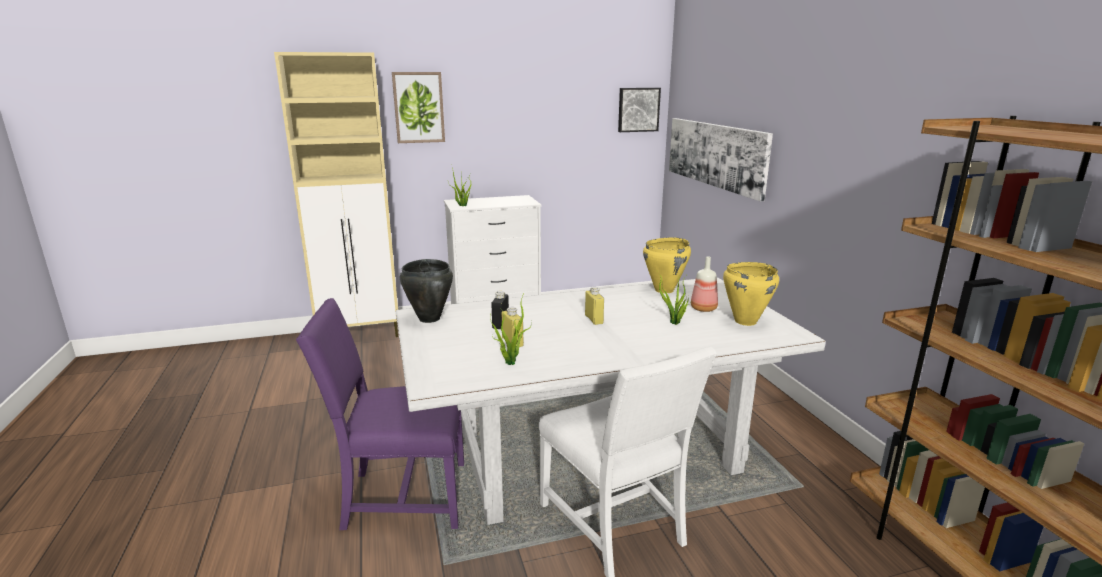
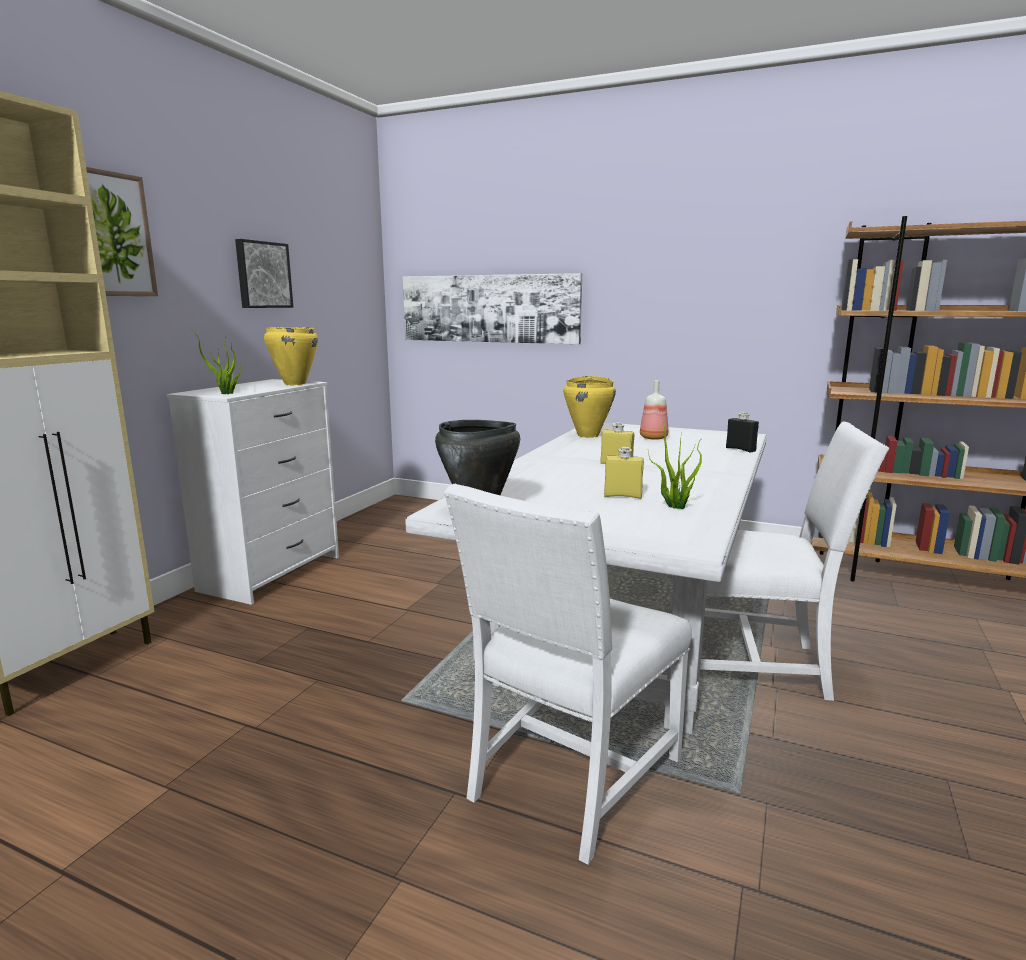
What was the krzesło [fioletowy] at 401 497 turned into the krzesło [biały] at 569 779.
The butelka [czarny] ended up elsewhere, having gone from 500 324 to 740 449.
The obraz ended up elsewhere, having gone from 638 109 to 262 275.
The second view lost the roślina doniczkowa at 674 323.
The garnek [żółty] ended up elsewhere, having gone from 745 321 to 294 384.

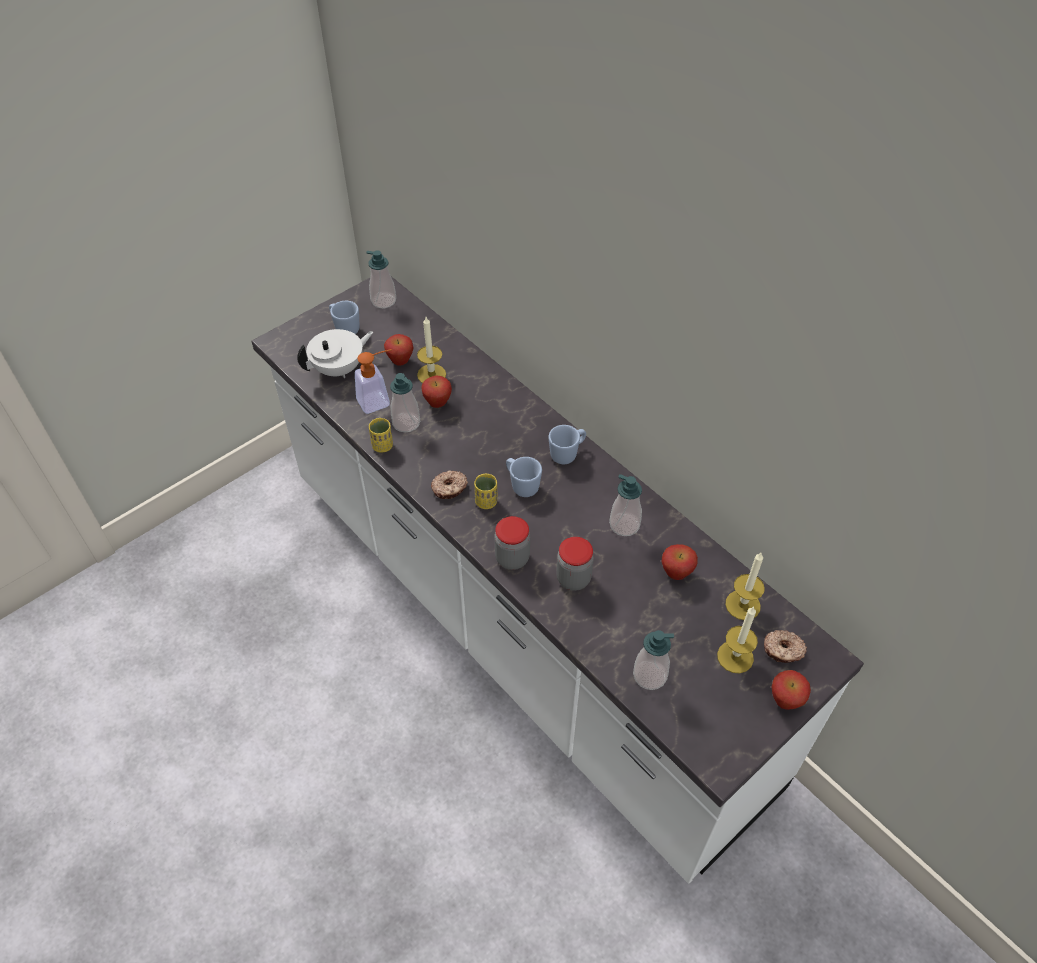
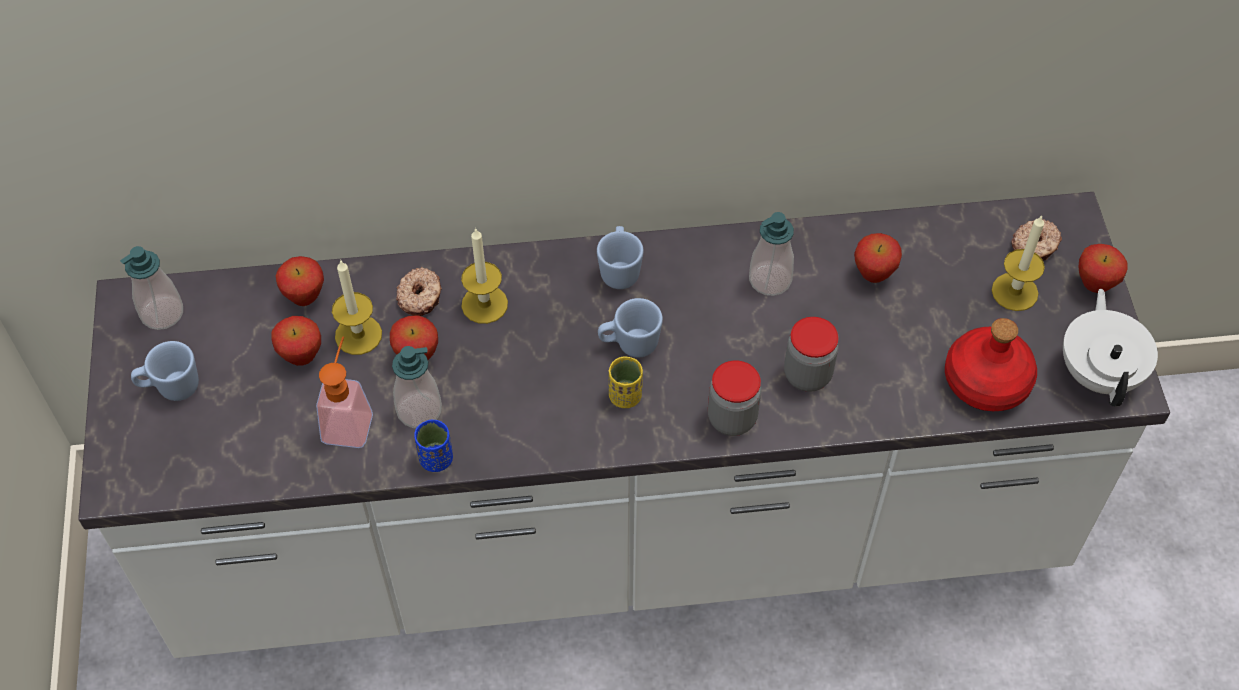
The imbryk [biały] ended up elsewhere, having gone from 339 369 to 1099 372.
What was the filiżanka [żółty] at 382 446 turned into the filiżanka [niebieski] at 436 459.
The donut ended up elsewhere, having gone from 449 488 to 420 297.
Where the dozownik mydła stood at 649 675, the butelka [czerwony] came to stand at 985 382.
The świeca ended up elsewhere, having gone from 742 605 to 484 304.
The second view gained the jabłko at 305 298.

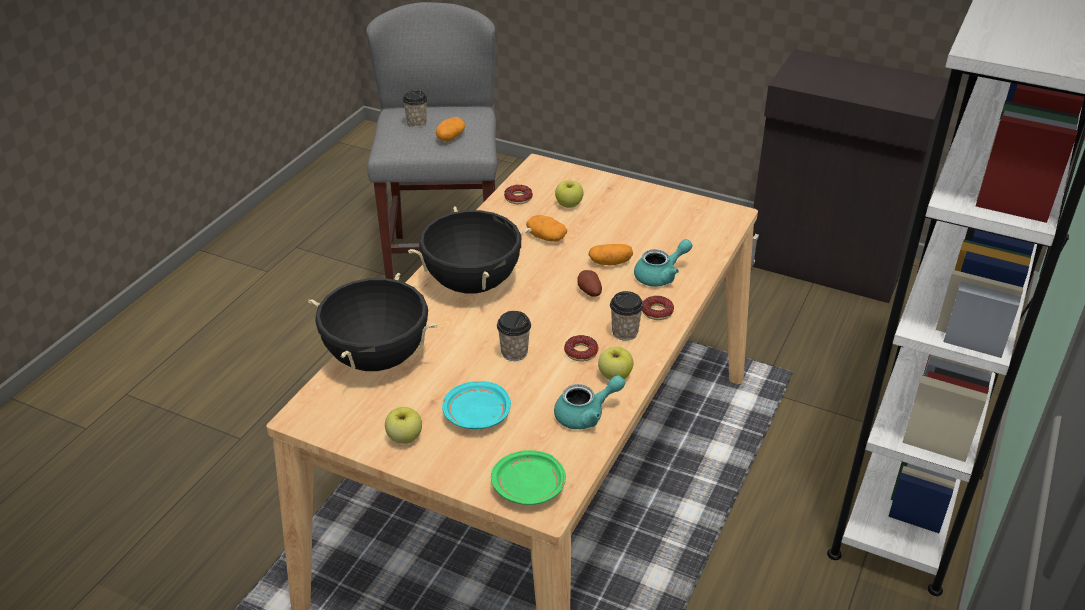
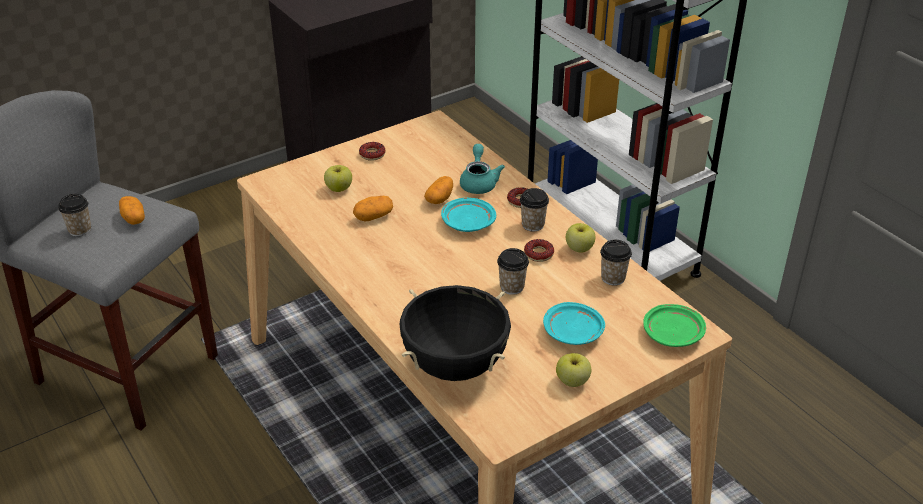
The second view lost the garnek [czarny] at 472 283.
The donut ended up elsewhere, having gone from 518 198 to 372 154.
Where the imbryk [turkusowy] stood at 586 415, the filiżanka came to stand at 613 278.
Where the ziemniak stood at 588 292, the talerz [turkusowy] came to stand at 467 223.

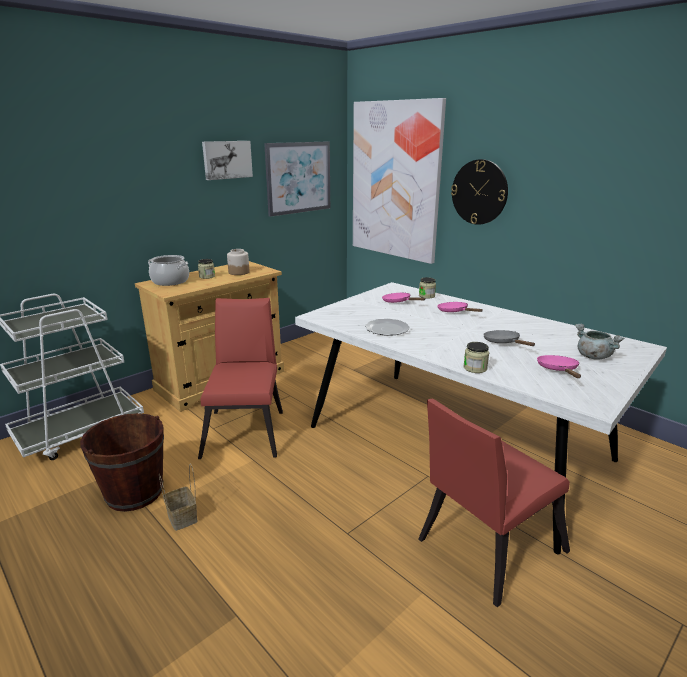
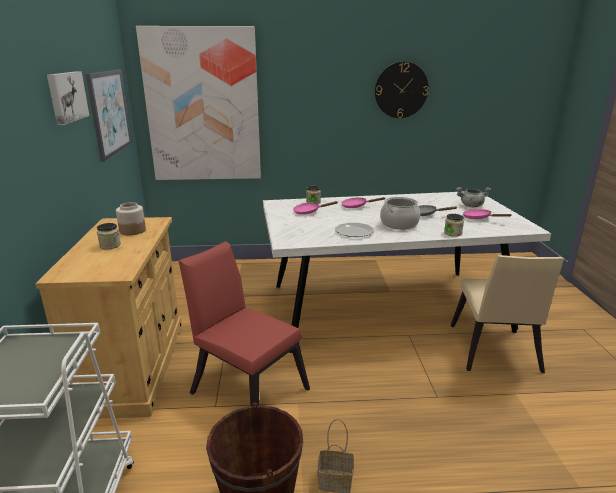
The garnek ended up elsewhere, having gone from 170 281 to 399 224.
What was the krzesło [czerwony] at 484 548 turned into the krzesło [beżowy] at 493 352.
The zegar ścienny ended up elsewhere, having gone from 479 192 to 401 90.

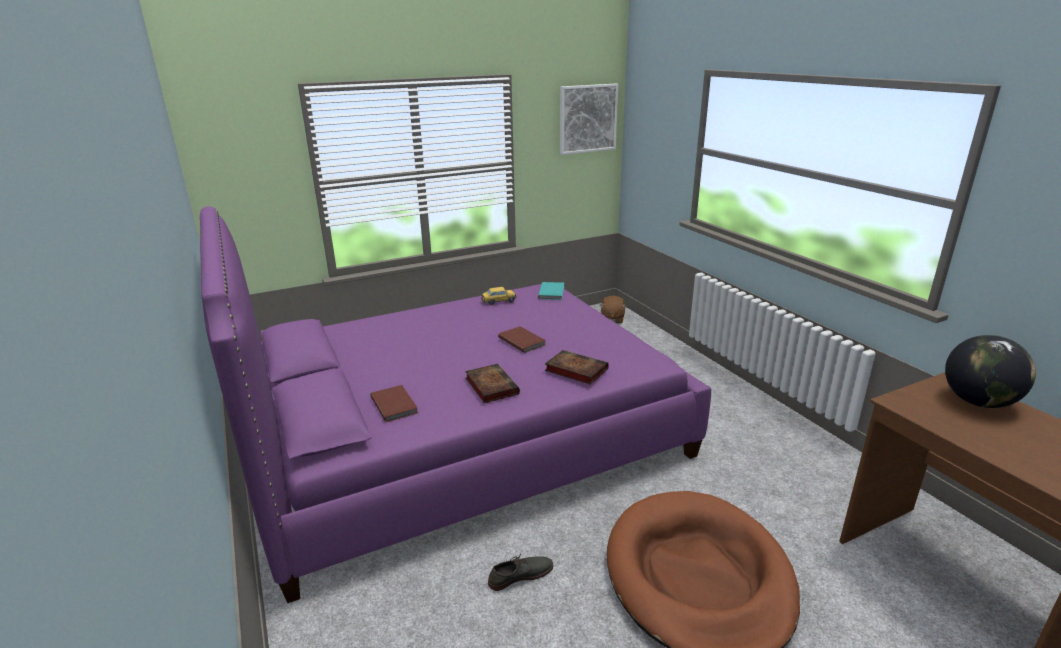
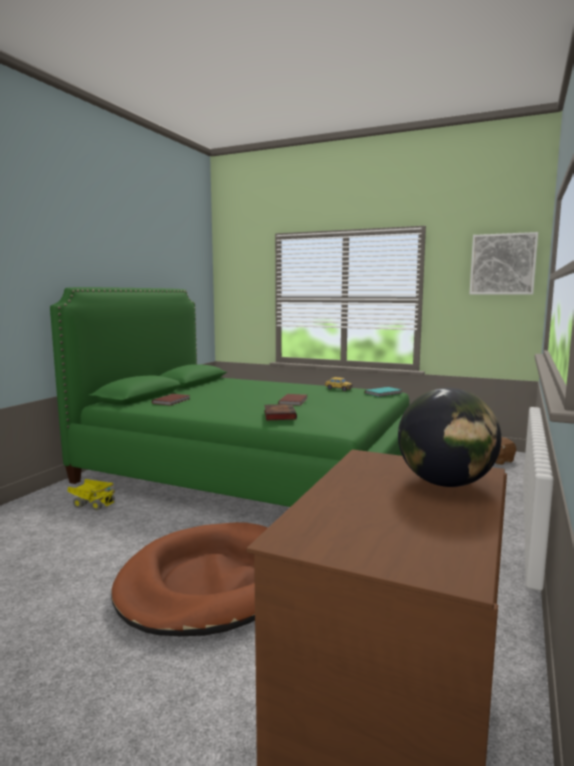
What was the łóżko [fioletowy] at 463 438 turned into the łóżko [zielony] at 253 470.
The second view lost the książka at 490 386.
The second view lost the but [szary] at 520 575.
The second view gained the ciężarówka zabawkowa at 93 504.

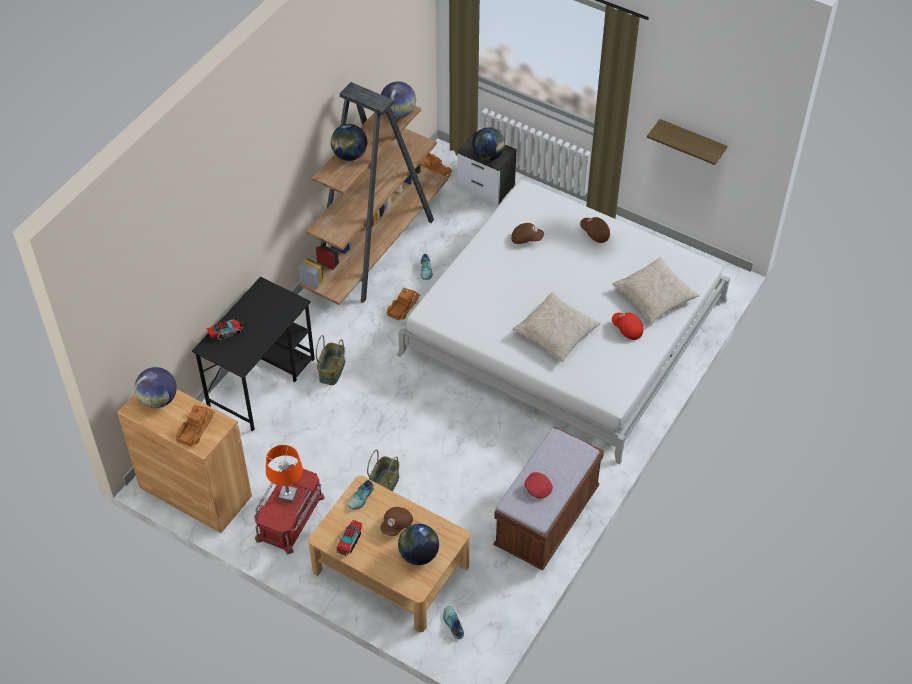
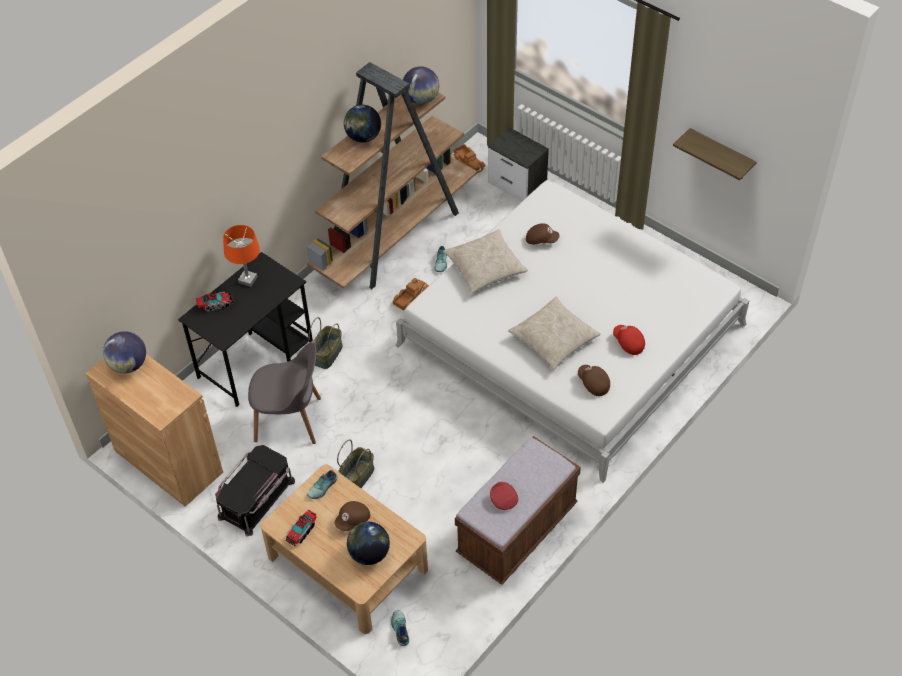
The second view lost the ciężarówka zabawkowa at 194 428.
What was the pojemnik do przechowywania [czerwony] at 291 518 turned into the pojemnik do przechowywania [czarny] at 257 499.
The lampa stołowa [pomarańczowy] ended up elsewhere, having gone from 288 495 to 248 280.
The second view lost the globus at 488 156.
The czapka z daszkiem [brązowy] ended up elsewhere, having gone from 594 233 to 593 384.
The poduszka [beżowy] ended up elsewhere, having gone from 654 296 to 485 267.
The second view gained the krzesło [szary] at 290 420.

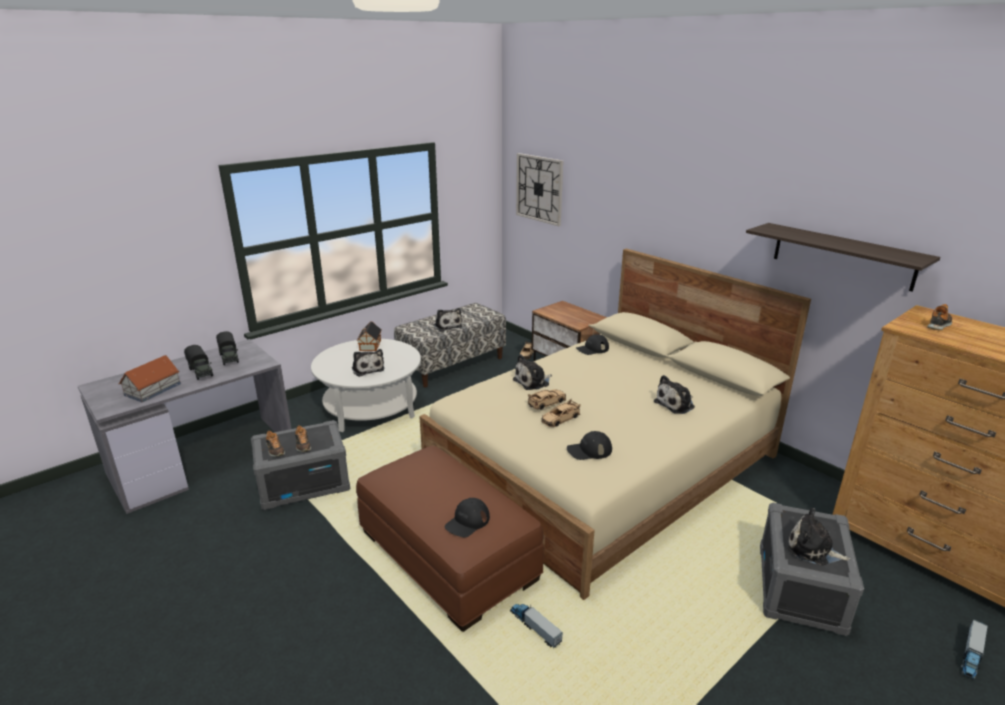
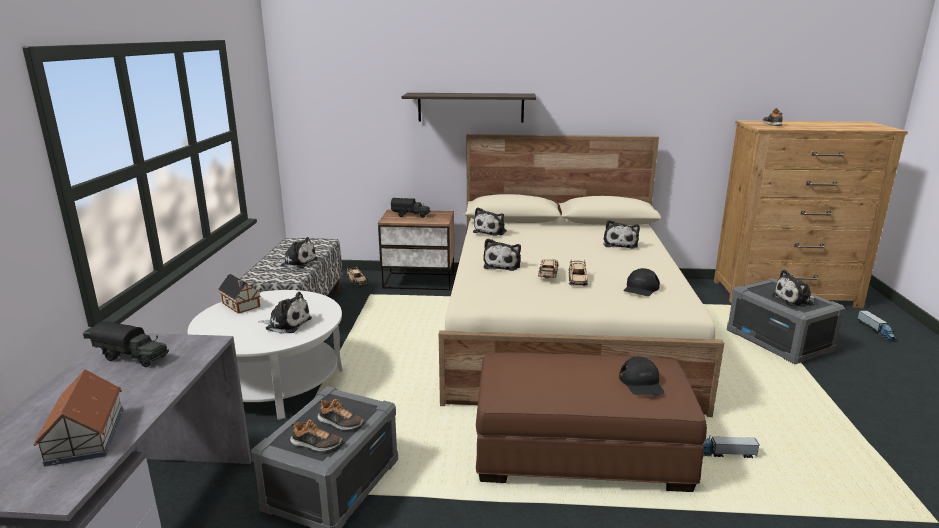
The ciężarówka zabawkowa ended up elsewhere, having gone from 201 371 to 411 215.
The second view lost the zegar ścienny at 539 189.
Where the czapka z daszkiem [czarny] stood at 592 349, the pluszak came to stand at 491 231.
The półka ended up elsewhere, having gone from 842 256 to 470 107.

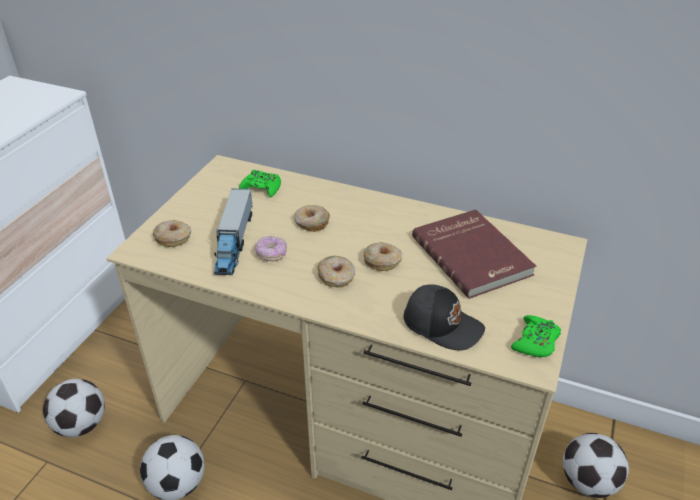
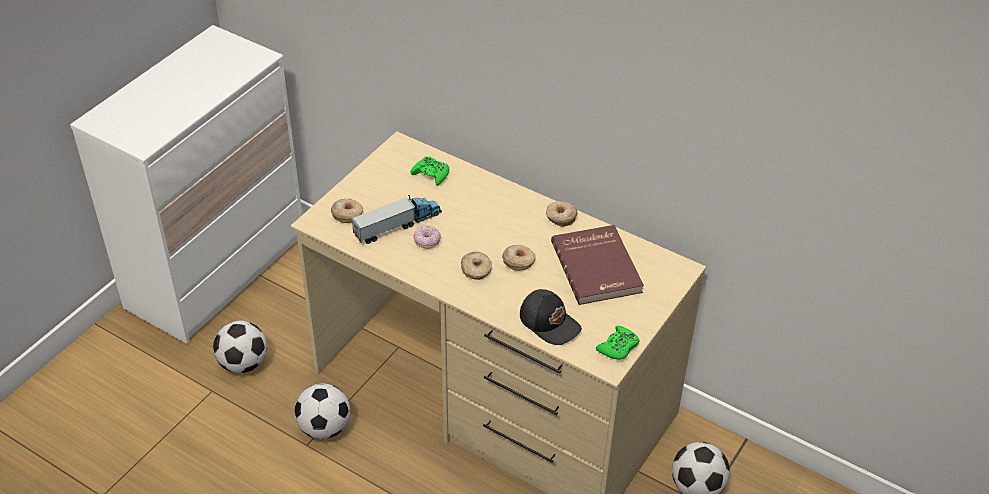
The ciężarówka zabawkowa at 234 242 ended up facing another way, 135 degrees counterclockwise from before.
The donut ended up elsewhere, having gone from 311 223 to 560 217.

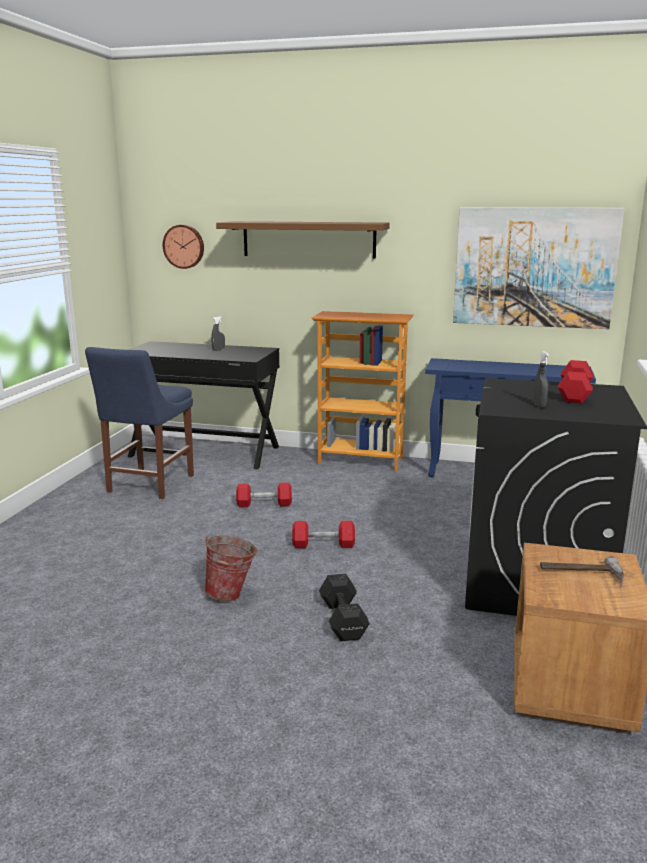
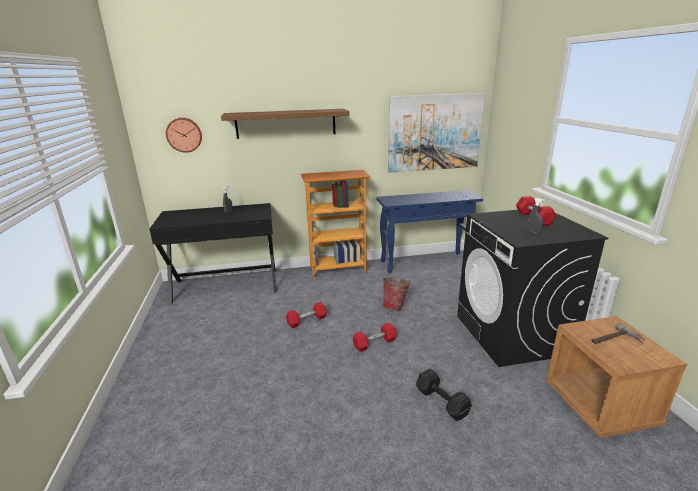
The second view lost the krzesło [niebieski] at 148 485.
The wiadro ended up elsewhere, having gone from 232 594 to 396 306.

